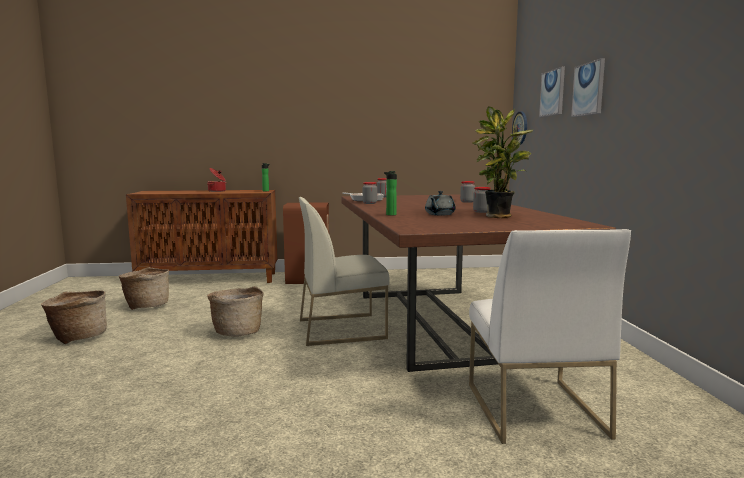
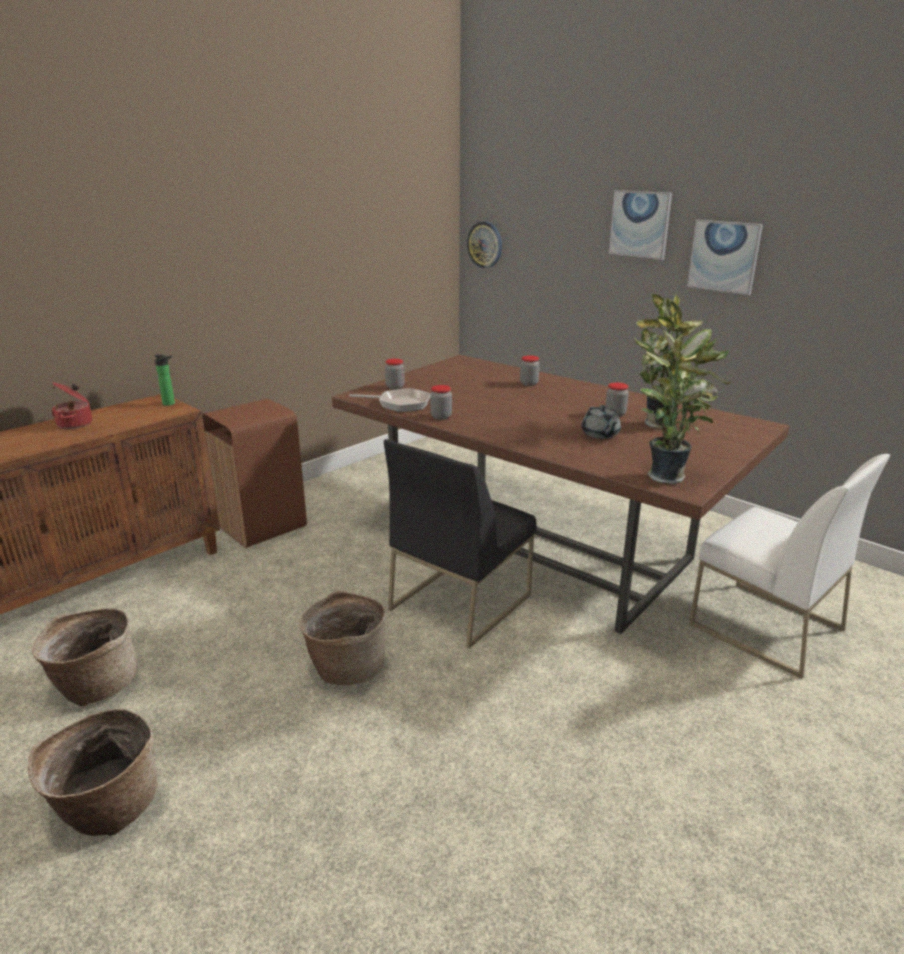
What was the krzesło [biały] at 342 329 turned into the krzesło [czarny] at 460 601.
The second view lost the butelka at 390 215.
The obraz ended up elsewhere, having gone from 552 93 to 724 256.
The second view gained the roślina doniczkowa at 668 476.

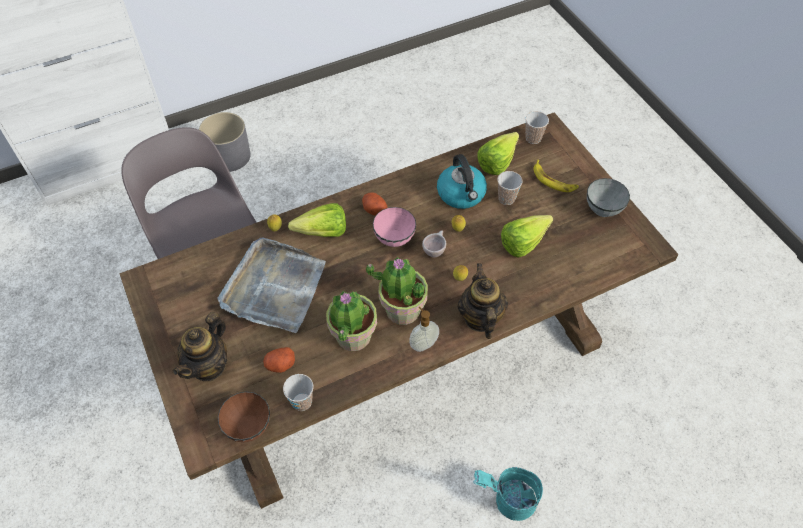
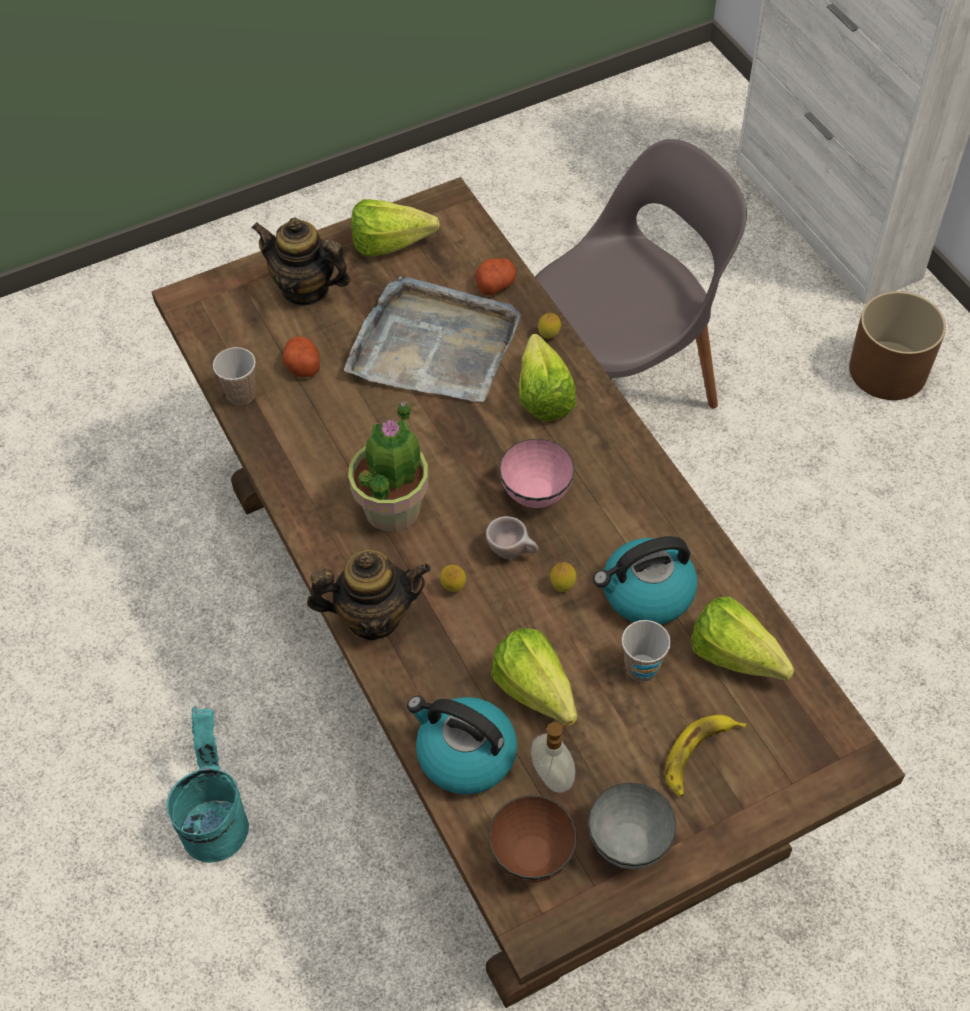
What was the donica [szary] at 229 156 turned into the donica [brązowy] at 888 371.
The miska [brązowy] ended up elsewhere, having gone from 248 426 to 532 854.
The second view lost the roślina doniczkowa at 353 336.
The ziemniak ended up elsewhere, having gone from 374 209 to 495 284.
The dozownik mydła ended up elsewhere, having gone from 423 344 to 553 775.
The second view lost the filiżanka at 533 138.
The second view gained the sałata at 397 245.
The second view gained the czajnik at 464 755.

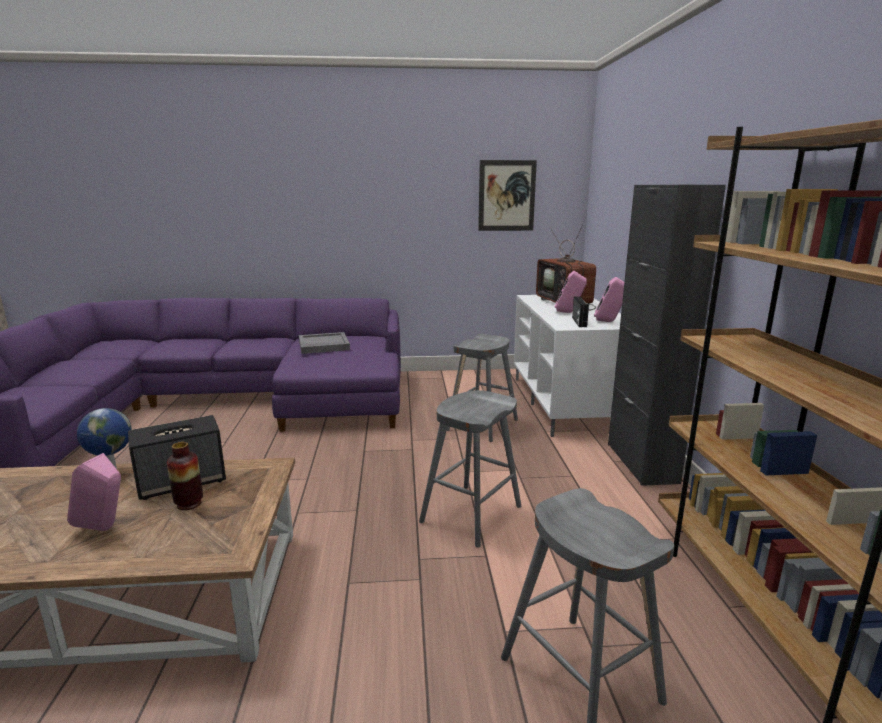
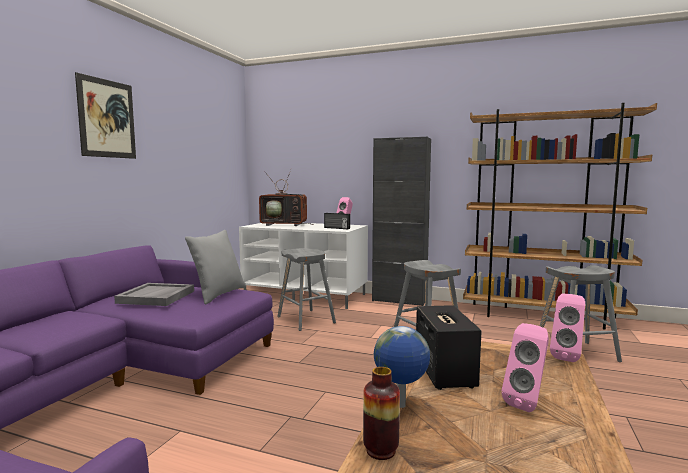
The wazon ended up elsewhere, having gone from 189 504 to 380 450.
The obraz ended up elsewhere, having gone from 506 196 to 107 118.
The głośnik [różowy] ended up elsewhere, having gone from 569 312 to 567 357.
The second view gained the poduszka [szary] at 218 295.

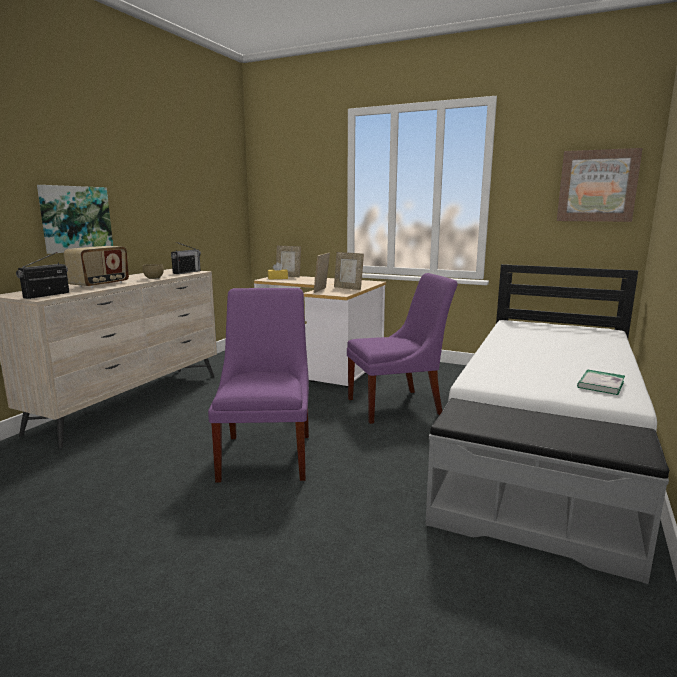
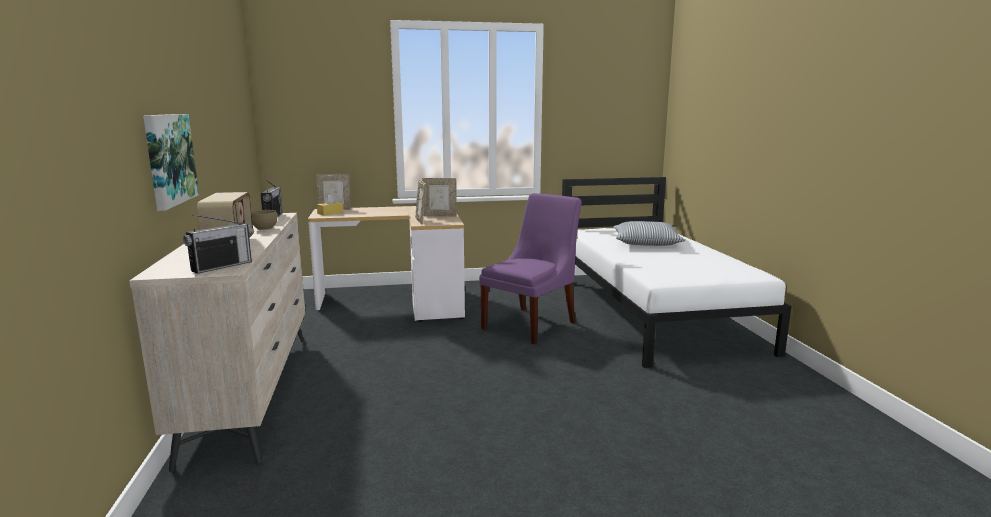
The radio at 47 295 ended up facing another way, 135 degrees counterclockwise from before.
The second view lost the krzesło [fioletowy] at 267 454.
The second view lost the ławka [szary] at 531 525.
The second view lost the obraz at 597 186.
The second view lost the książka at 600 384.
The second view gained the poduszka at 646 243.

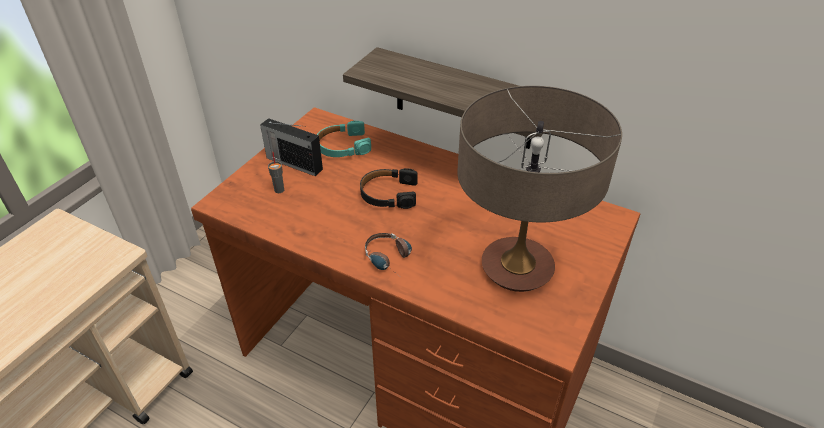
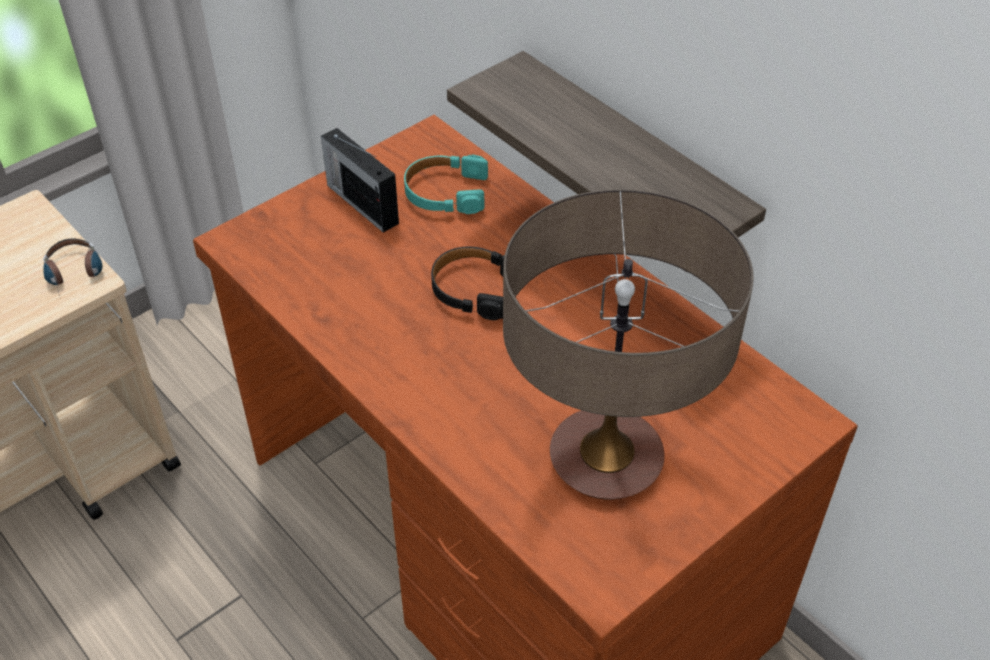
The second view lost the filiżanka [szary] at 279 190.
The słuchawki ended up elsewhere, having gone from 391 259 to 75 275.

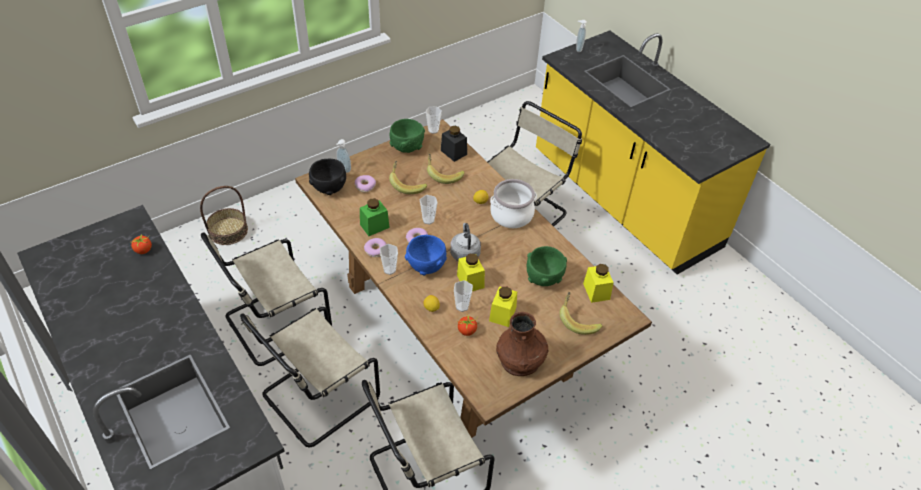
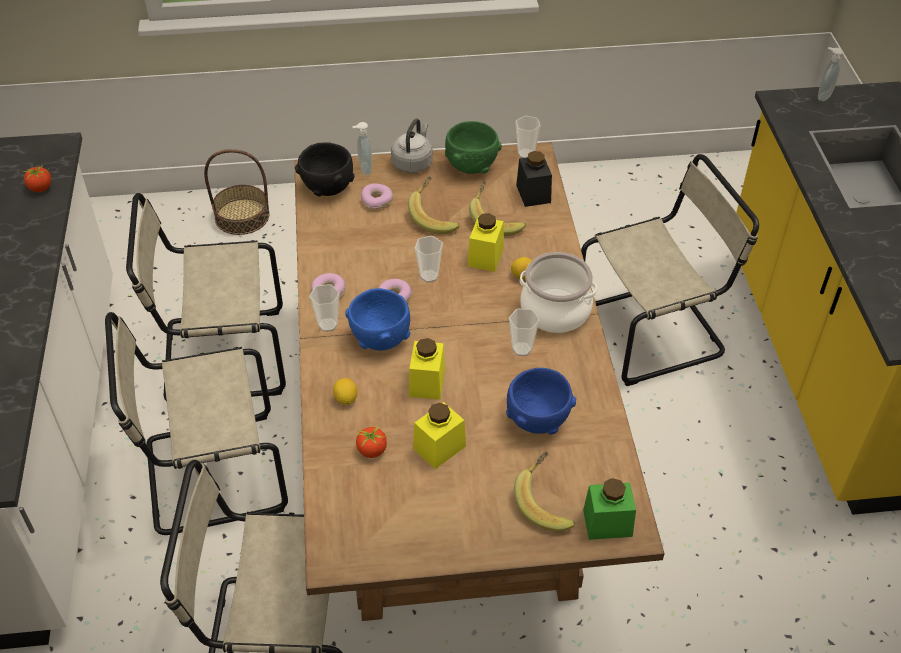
The słoik [zielony] ended up elsewhere, having gone from 374 226 to 607 523.
The czajnik [szary] ended up elsewhere, having gone from 464 253 to 413 162.
The filiżanka ended up elsewhere, having gone from 462 307 to 522 349.
The second view lost the wazon [brązowy] at 520 359.
What was the miska [zielony] at 543 278 turned into the miska [niebieski] at 537 420.
The słoik [żółty] ended up elsewhere, having gone from 596 291 to 485 257.

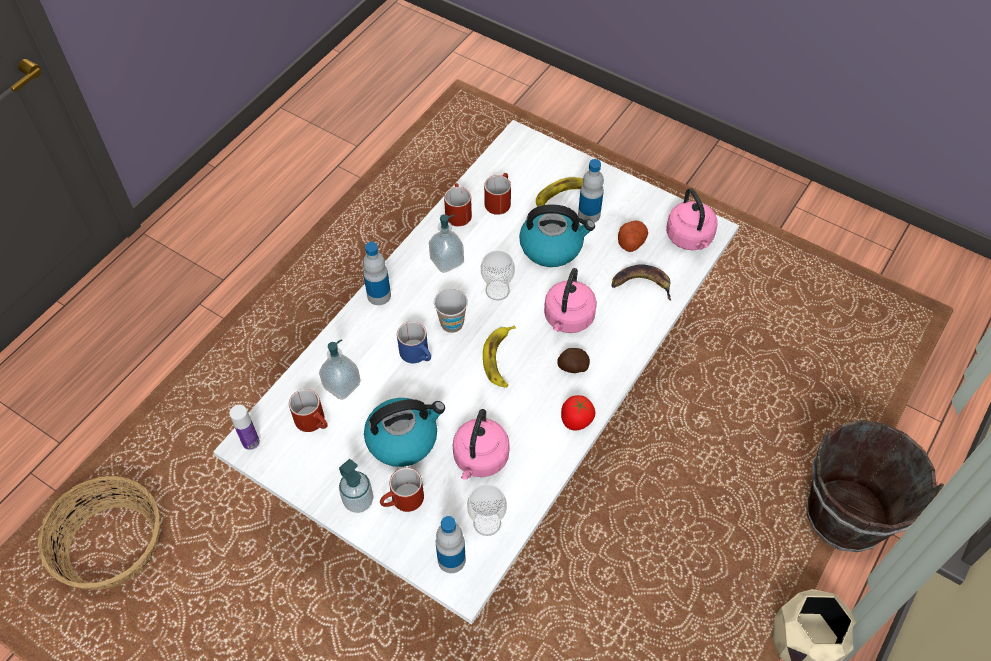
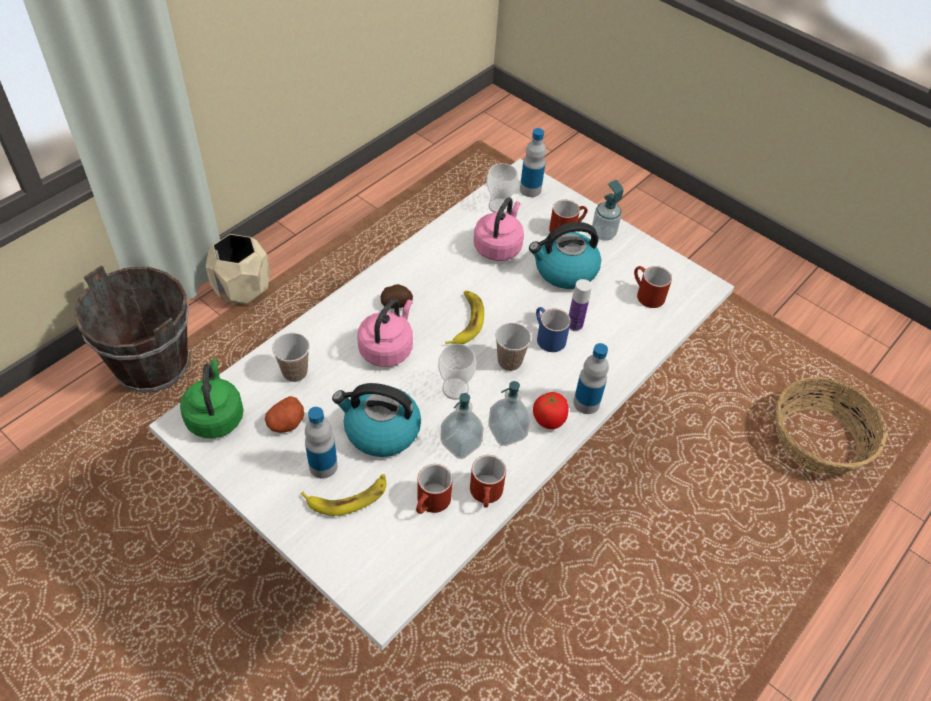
The butelka ended up elsewhere, having gone from 251 442 to 574 325.
The dozownik mydła ended up elsewhere, having gone from 342 385 to 461 443.
The pomidor ended up elsewhere, having gone from 576 421 to 549 420.
Where the banan stood at 642 284, the filiżanka came to stand at 295 372.
What was the czajnik [różowy] at 690 238 turned into the czajnik [zielony] at 215 416.

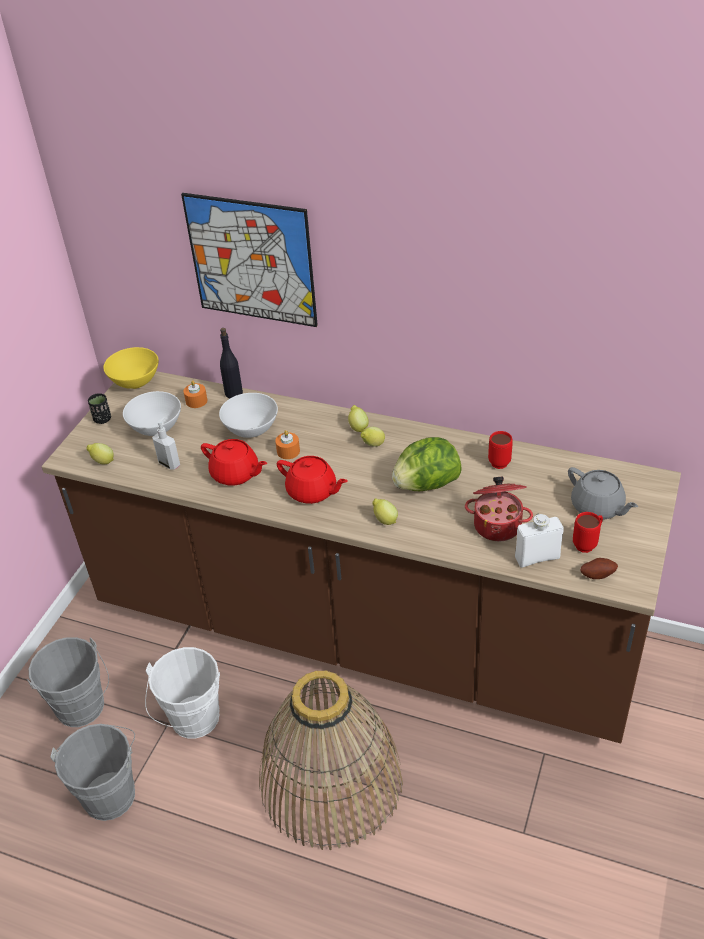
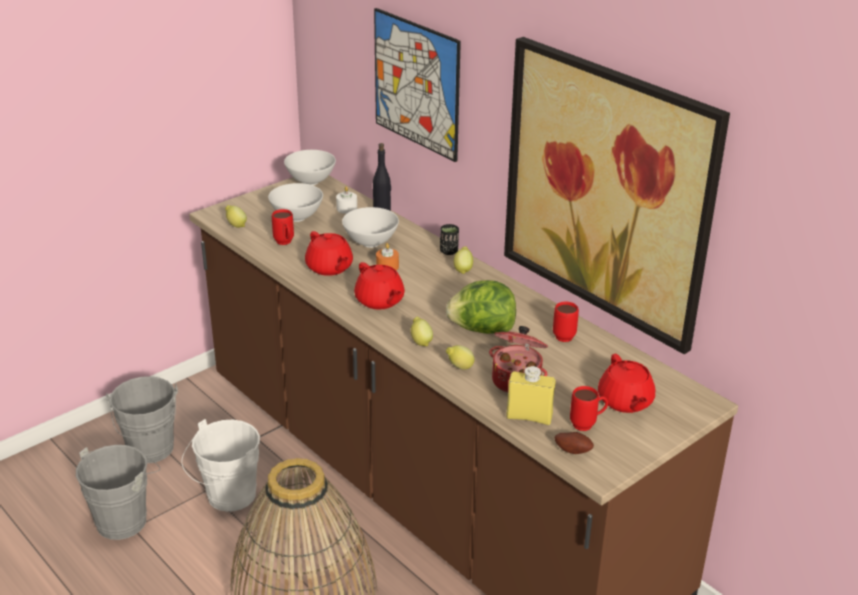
The filiżanka [czarny] ended up elsewhere, having gone from 102 419 to 449 251.
What was the miska [żółty] at 136 383 turned into the miska [biały] at 311 182.
Where the dozownik mydła stood at 170 463, the kubek [czerwony] came to stand at 285 243.
What was the świeca [pomarańczowy] at 196 401 turned into the świeca [biały] at 347 208.
The cytryna ended up elsewhere, having gone from 372 445 to 459 367.
What was the butelka [biały] at 537 558 turned into the butelka [żółty] at 529 417.
What was the imbryk [szary] at 597 507 turned into the imbryk [czerwony] at 625 402.
The second view gained the obraz at 607 191.

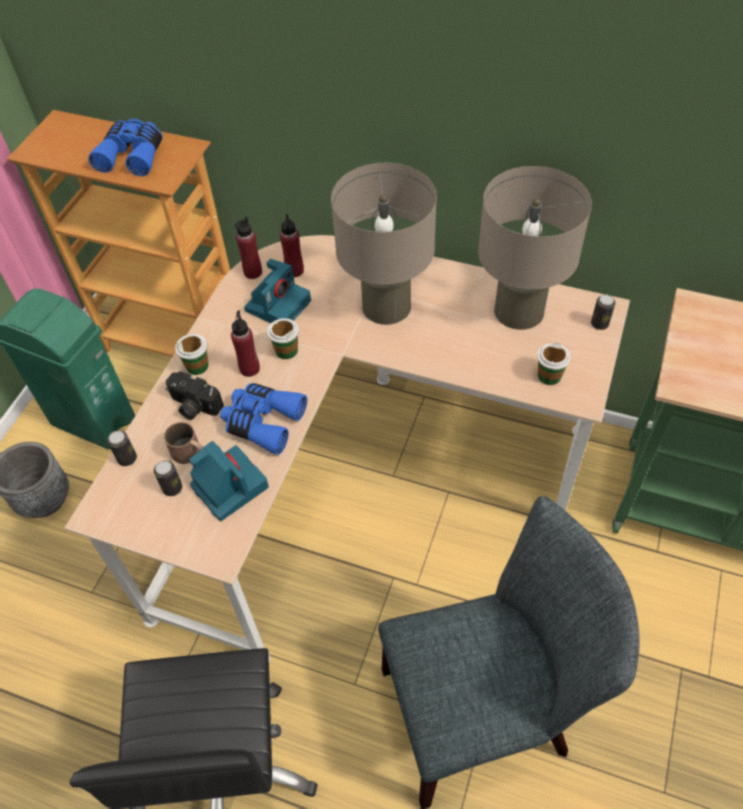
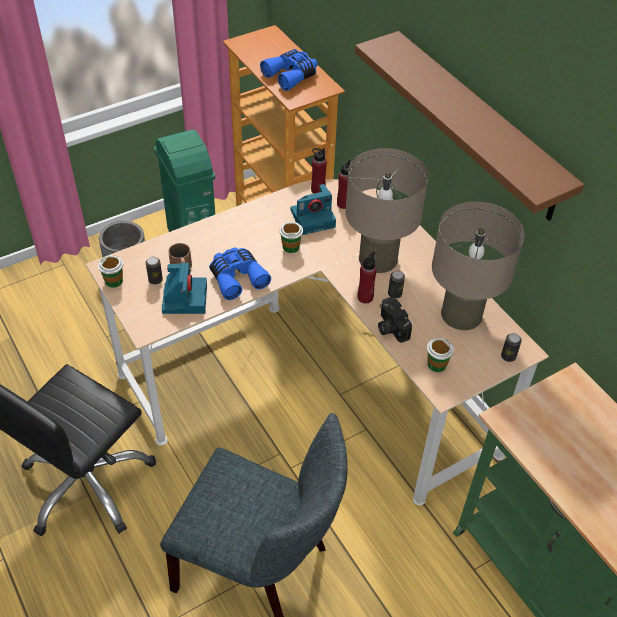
The puszka ended up elsewhere, having gone from 127 458 to 394 294.
The aparat fotograficzny ended up elsewhere, having gone from 193 406 to 390 327.
The filiżanka ended up elsewhere, having gone from 197 366 to 114 281.
The butelka [czerwony] ended up elsewhere, having gone from 249 368 to 365 297.
The second view gained the półka [brązowy] at 477 126.

